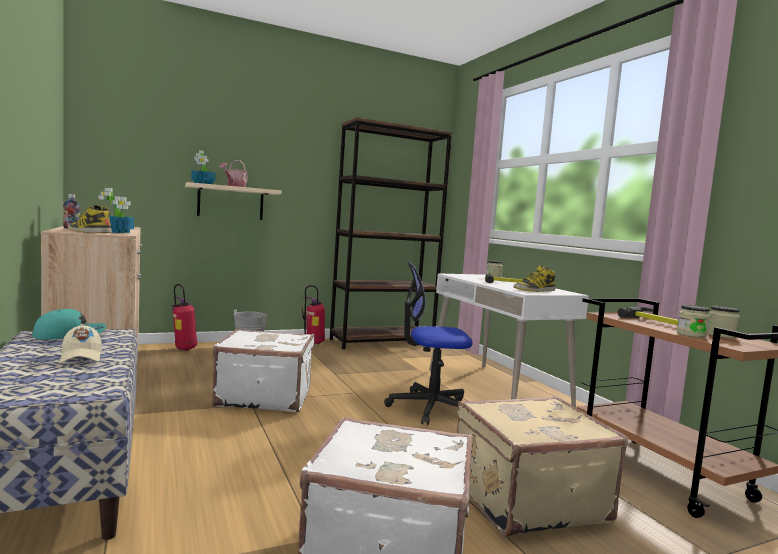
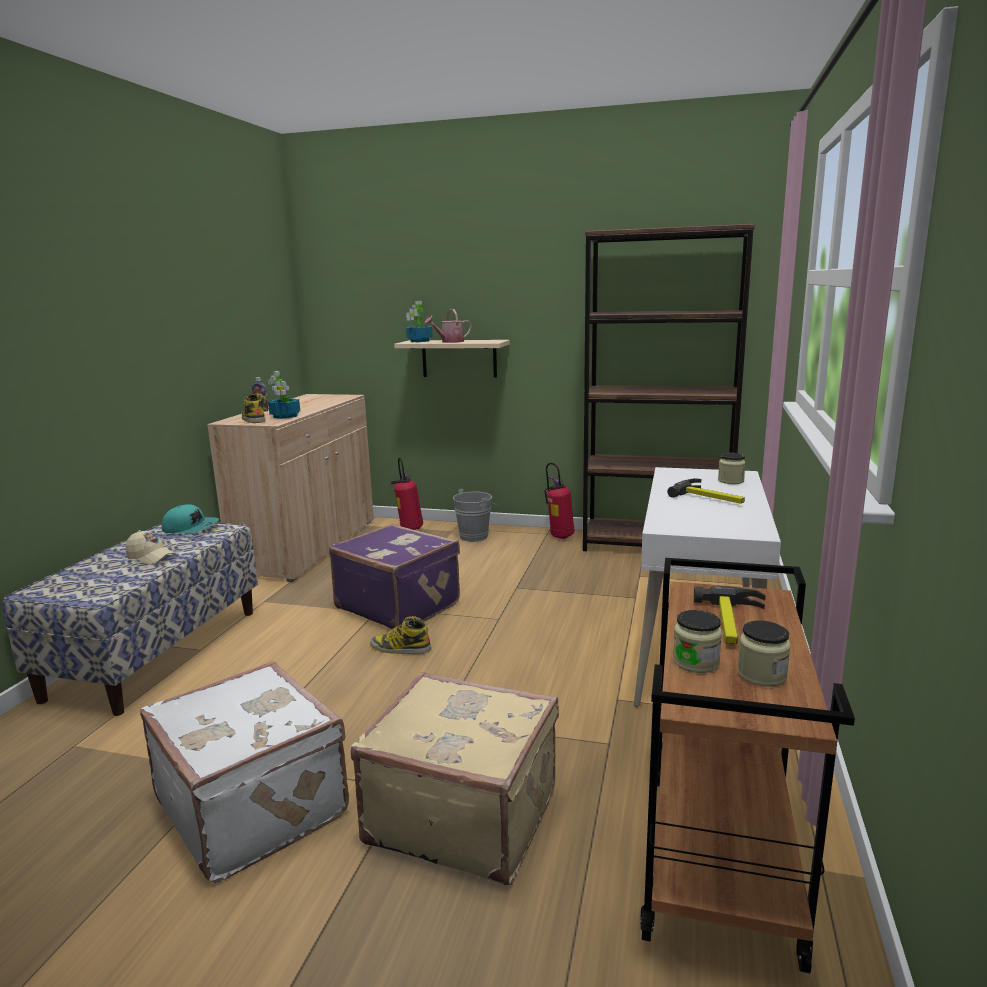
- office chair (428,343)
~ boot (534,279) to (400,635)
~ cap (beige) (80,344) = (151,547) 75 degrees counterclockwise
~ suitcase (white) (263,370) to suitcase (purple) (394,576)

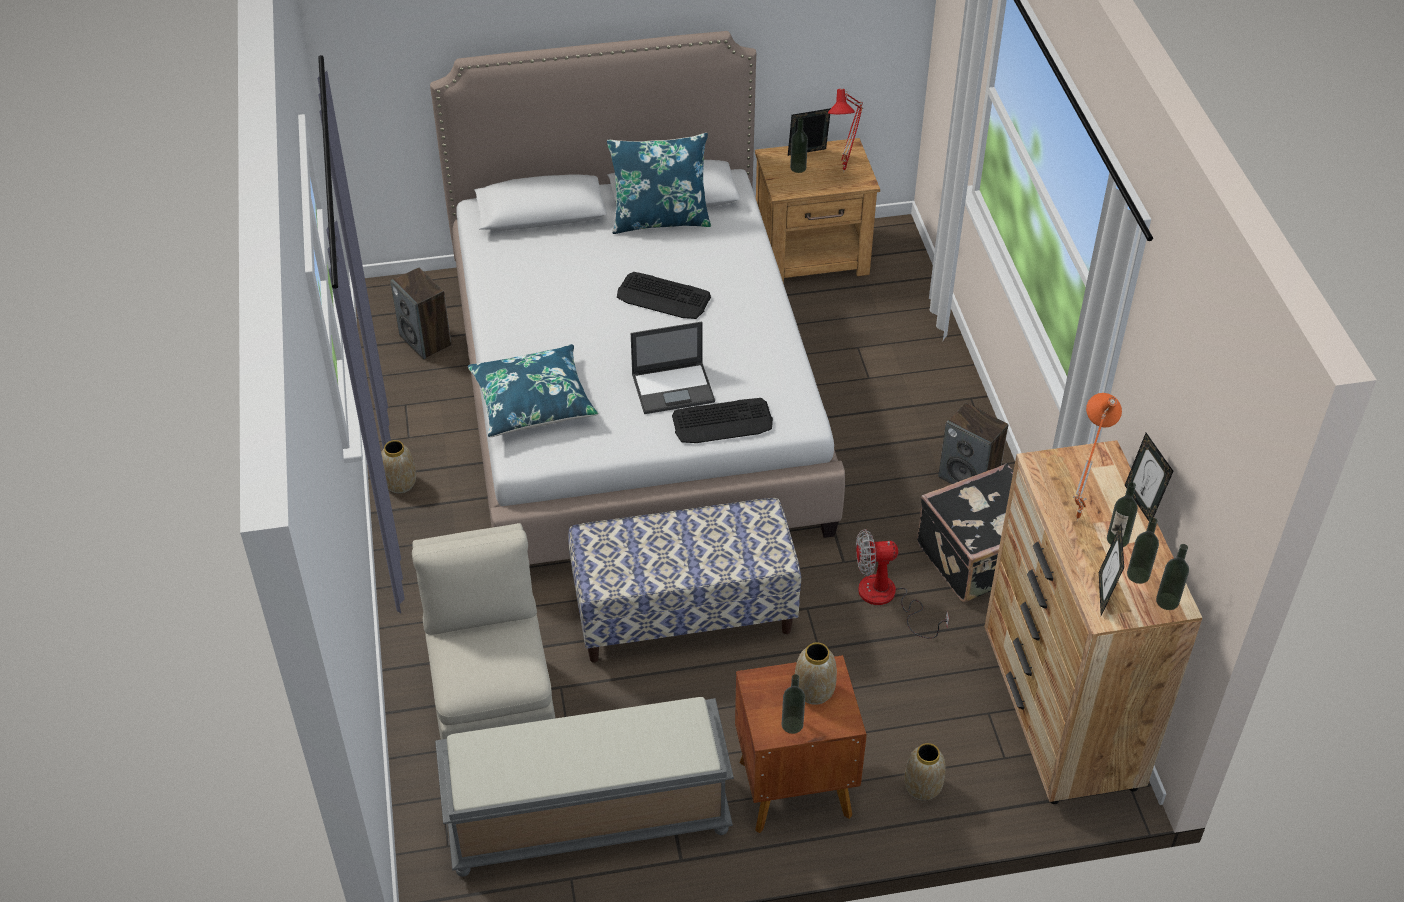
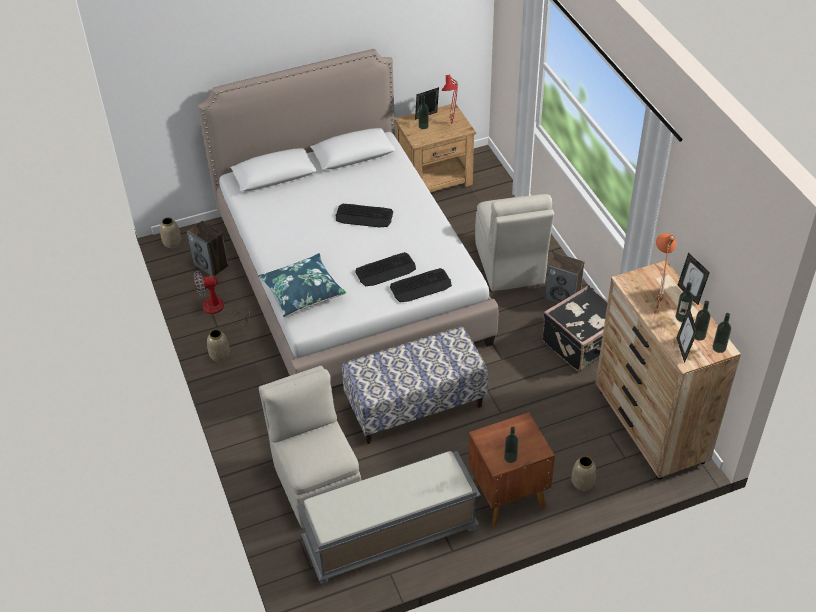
- pillow (blue) (659,183)
~ laptop (673,368) to keyboard (385,269)
~ fan (902,584) to (222,299)
~ vase (816,673) to (170,232)
+ chair (beige) (514,242)

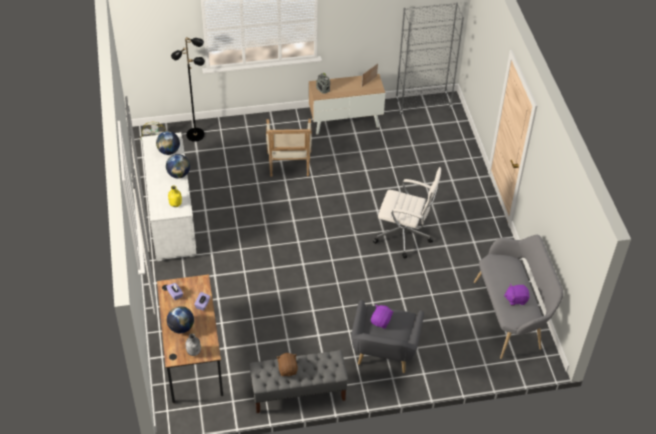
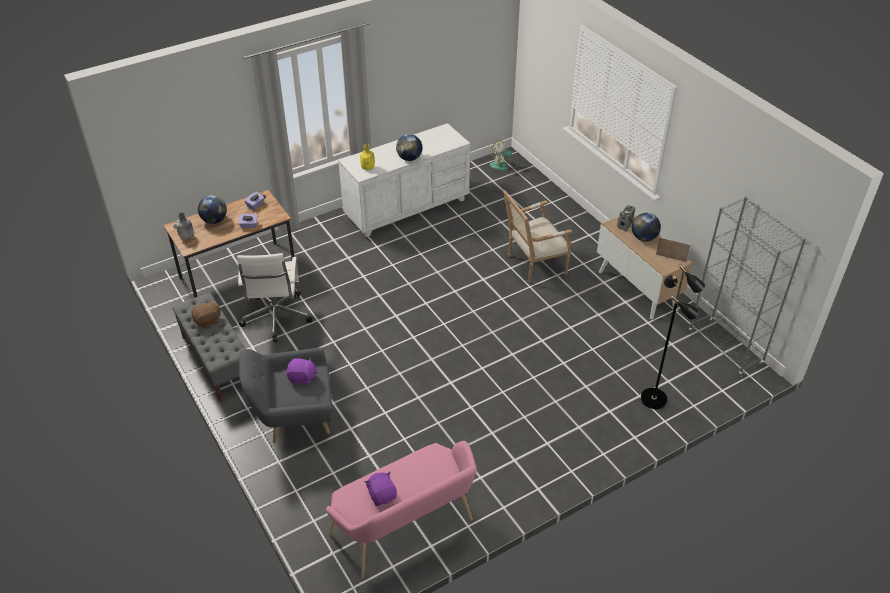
~ floor lamp (black) (188,89) to (673,336)
~ globe (168,143) to (646,227)
~ office chair (white) (407,213) to (274,297)
~ bench (grey) (518,297) to bench (pink) (401,509)

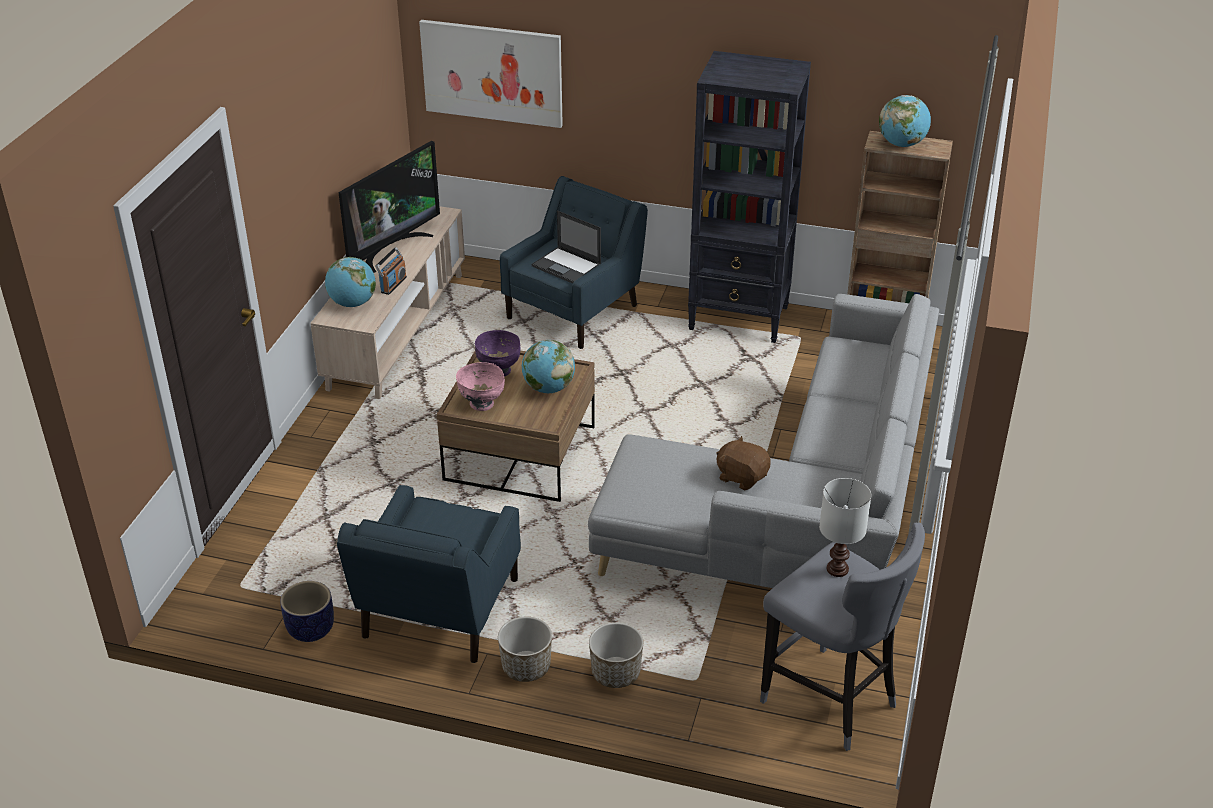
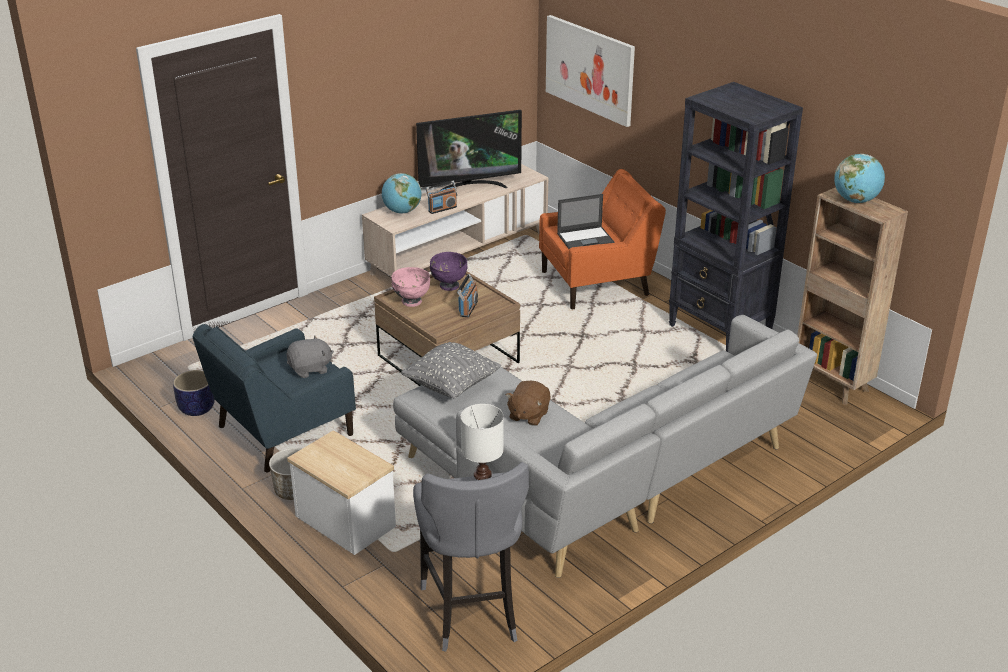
~ armchair (blue) (574,262) to armchair (orange) (602,239)
~ laptop (566,247) = (586,221) 90 degrees counterclockwise
~ globe (548,366) to radio (467,296)
~ plush toy (brown) (743,463) = (528,403) 135 degrees counterclockwise
~ planter (616,655) to side table (341,492)
+ plush toy (grey) (310,357)
+ pillow (grey) (451,370)

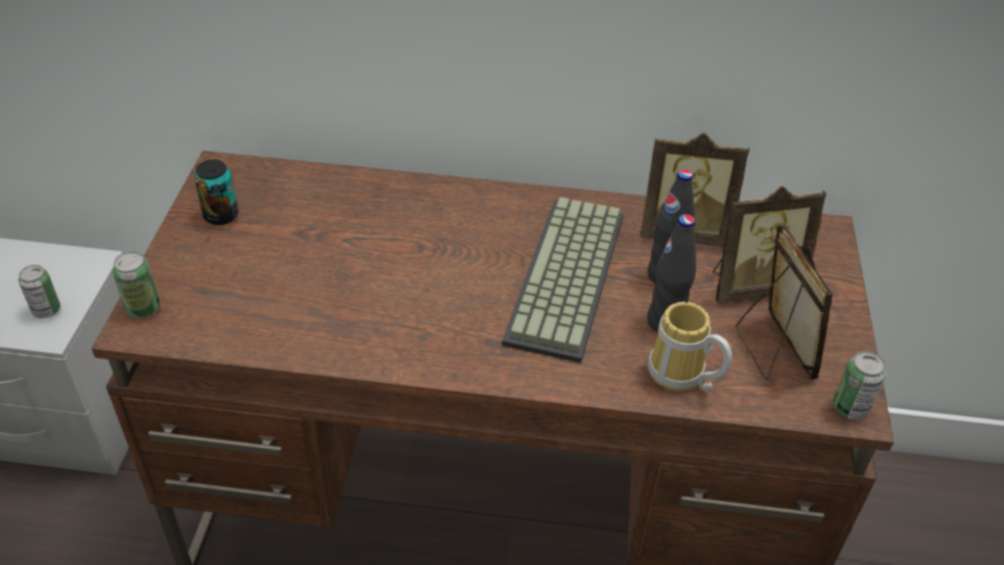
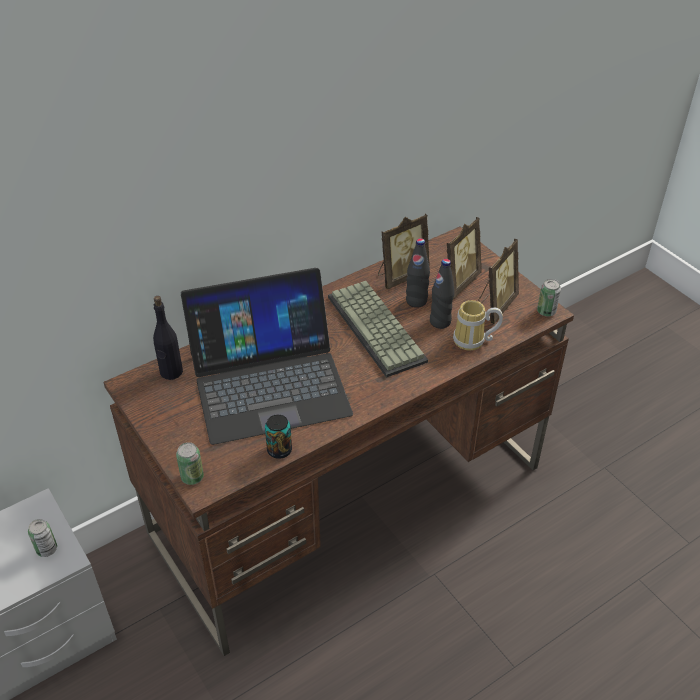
~ can (216,192) to (278,436)
~ picture frame (784,302) = (498,281) 90 degrees clockwise
+ laptop (267,356)
+ bottle (black) (168,338)

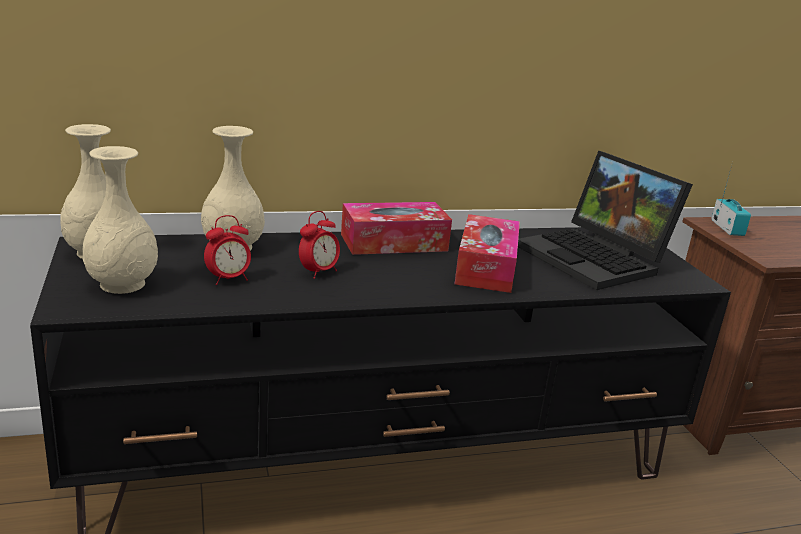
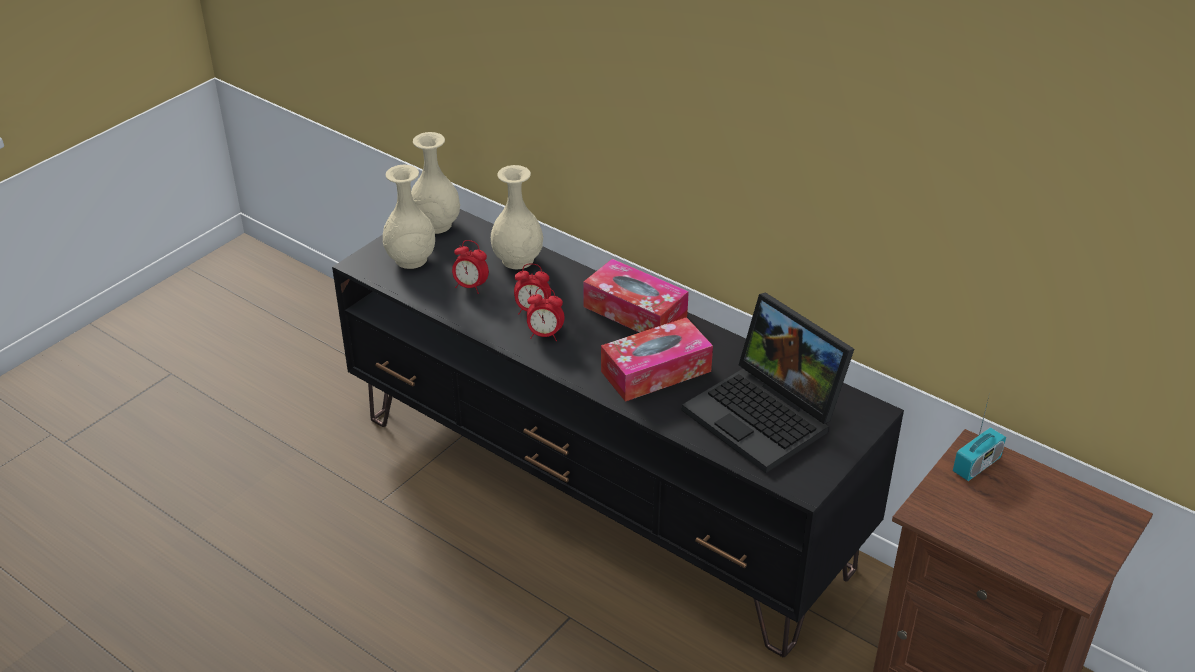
~ laptop (605,220) = (768,382) 60 degrees counterclockwise
+ alarm clock (546,314)

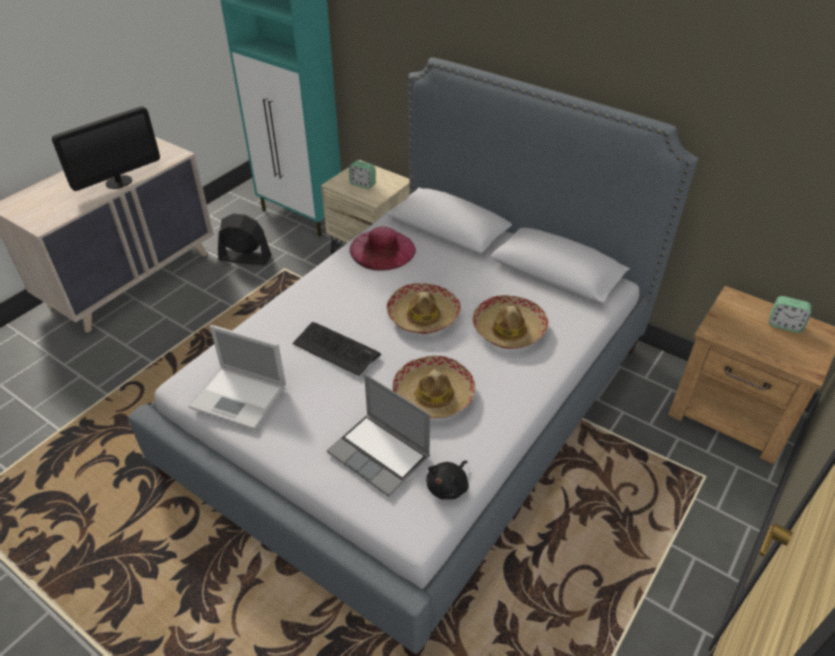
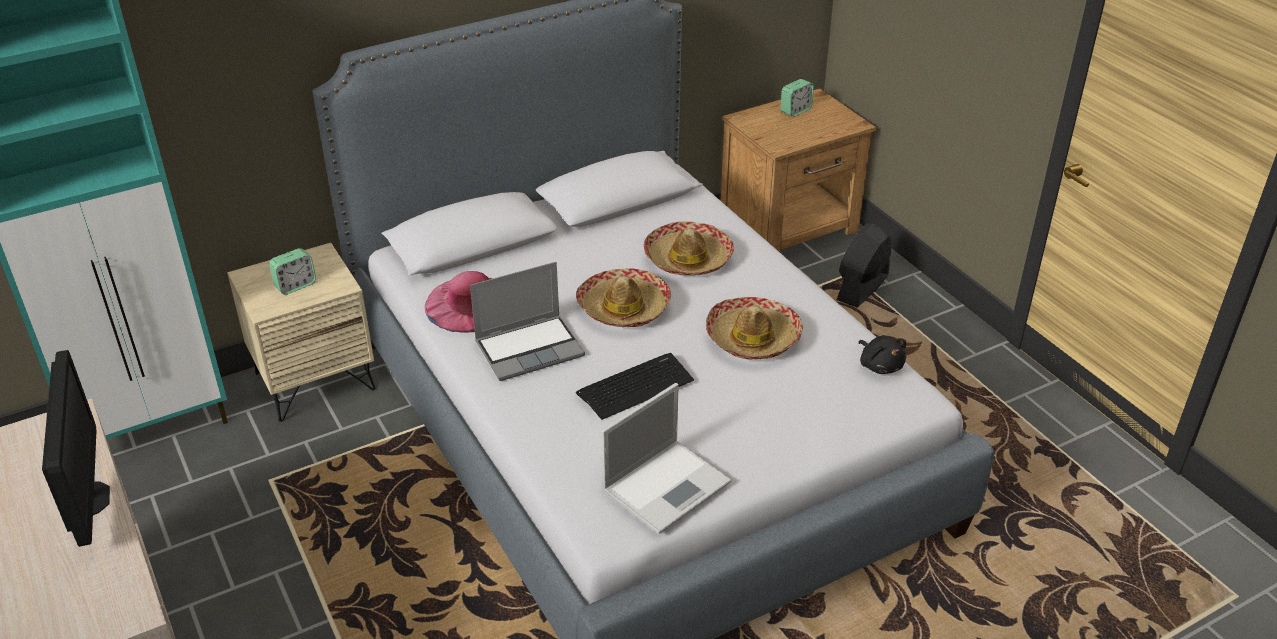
~ fan (black) (244,239) to (864,265)
~ laptop (378,435) to (527,321)

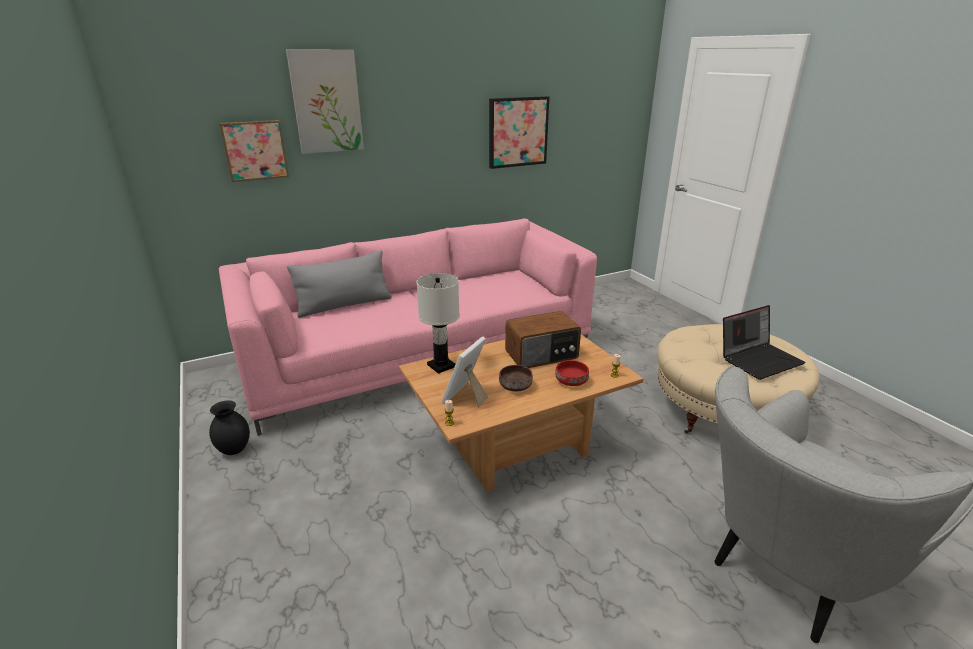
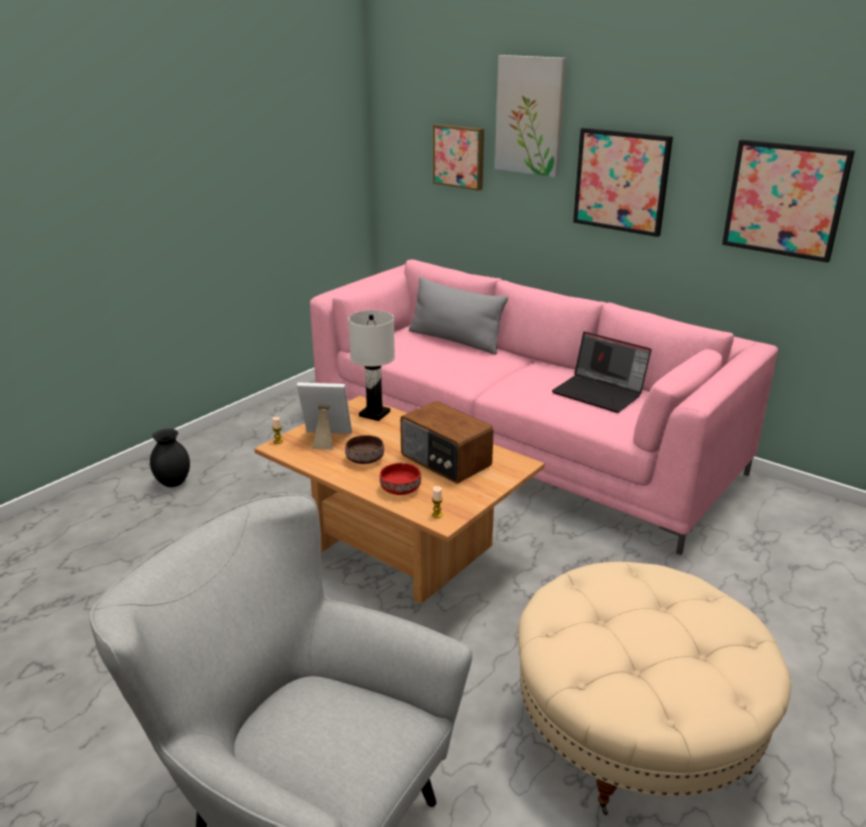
~ laptop (764,342) to (602,372)
~ vase (black) (229,427) to (170,458)
+ picture (623,182)

